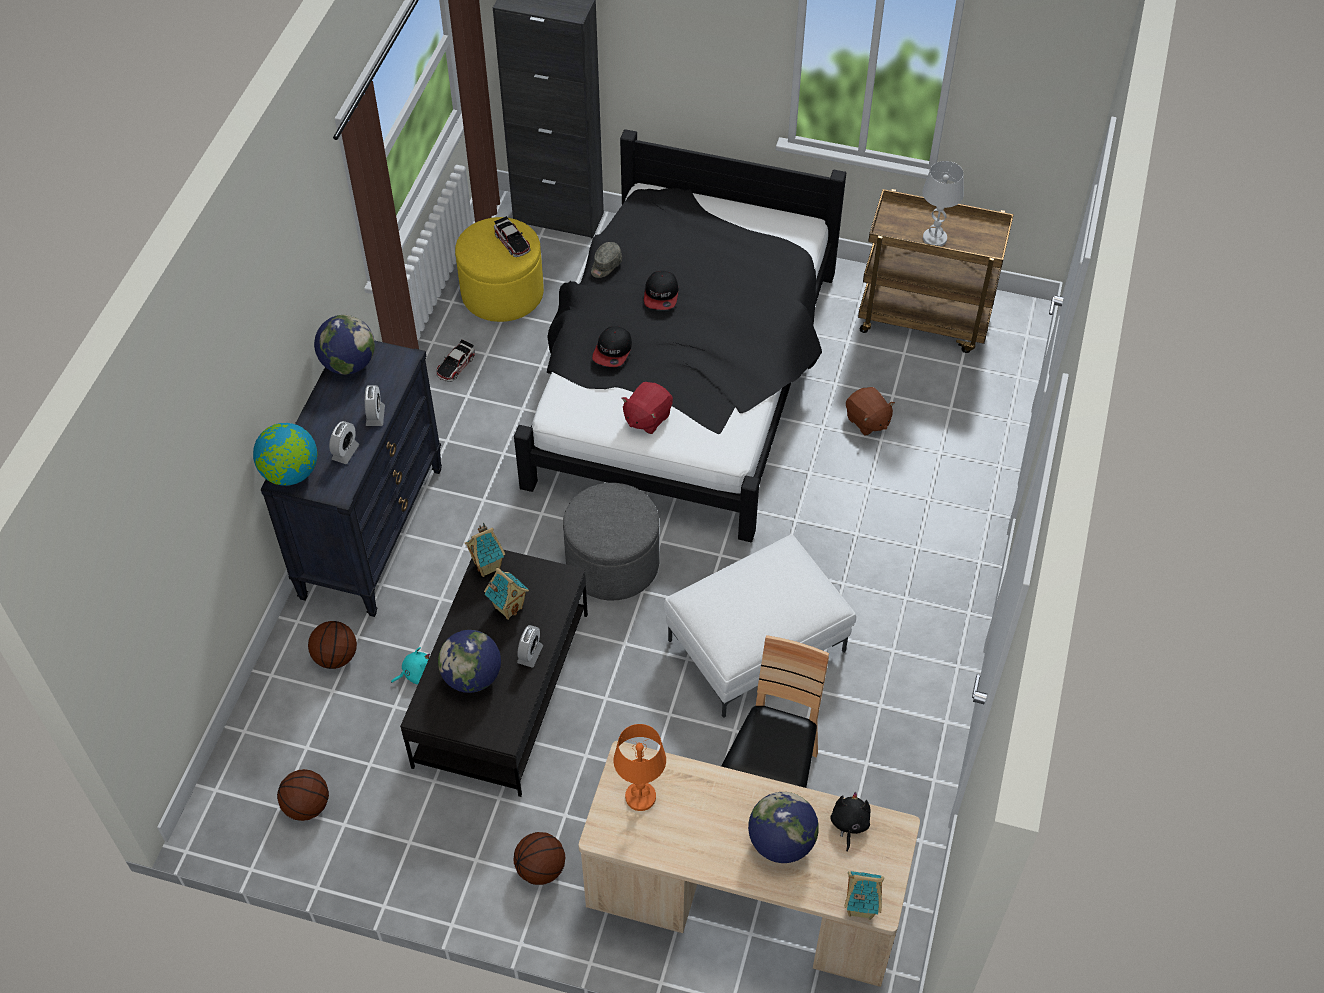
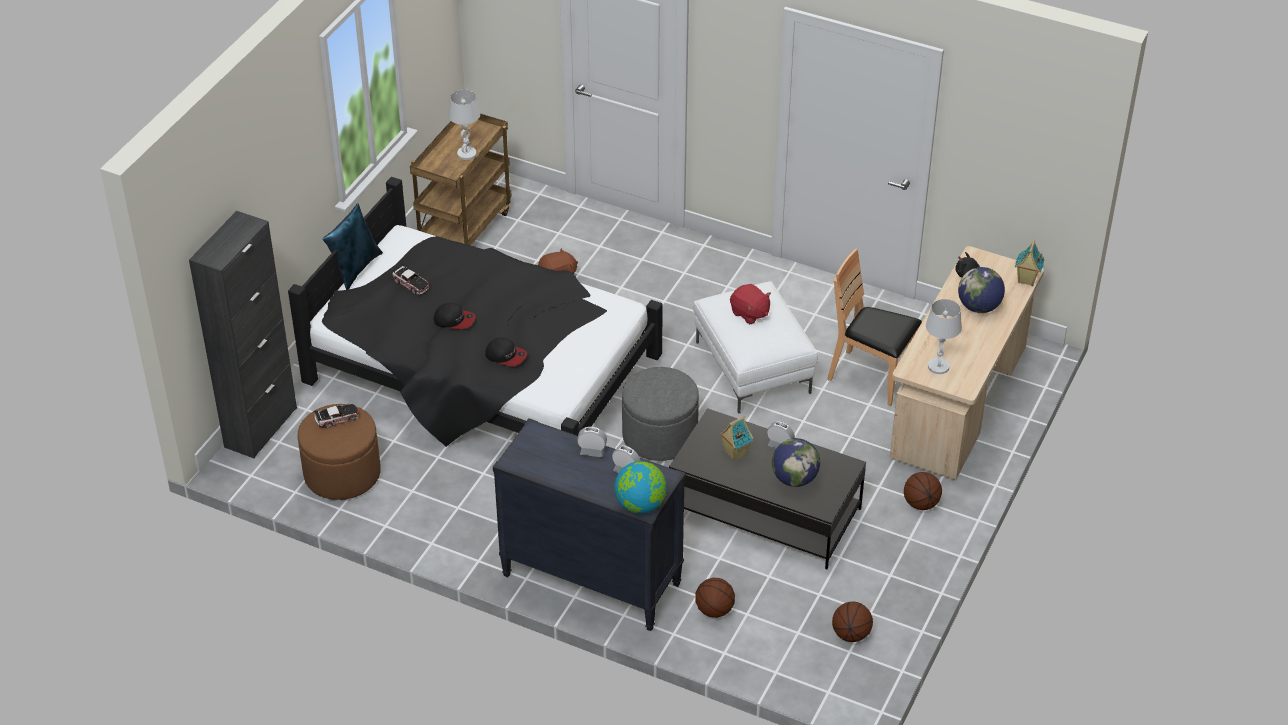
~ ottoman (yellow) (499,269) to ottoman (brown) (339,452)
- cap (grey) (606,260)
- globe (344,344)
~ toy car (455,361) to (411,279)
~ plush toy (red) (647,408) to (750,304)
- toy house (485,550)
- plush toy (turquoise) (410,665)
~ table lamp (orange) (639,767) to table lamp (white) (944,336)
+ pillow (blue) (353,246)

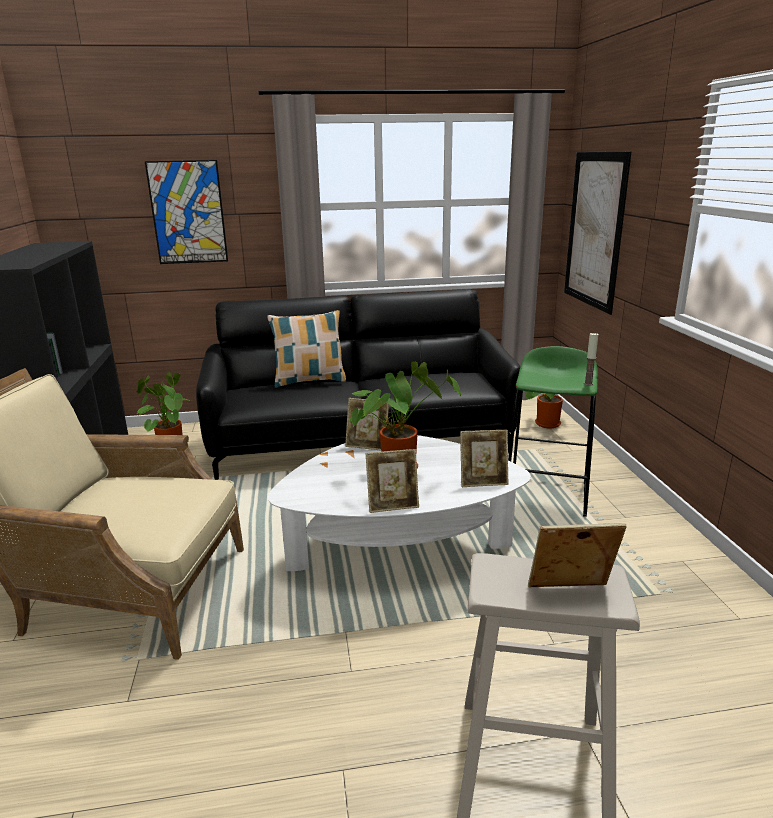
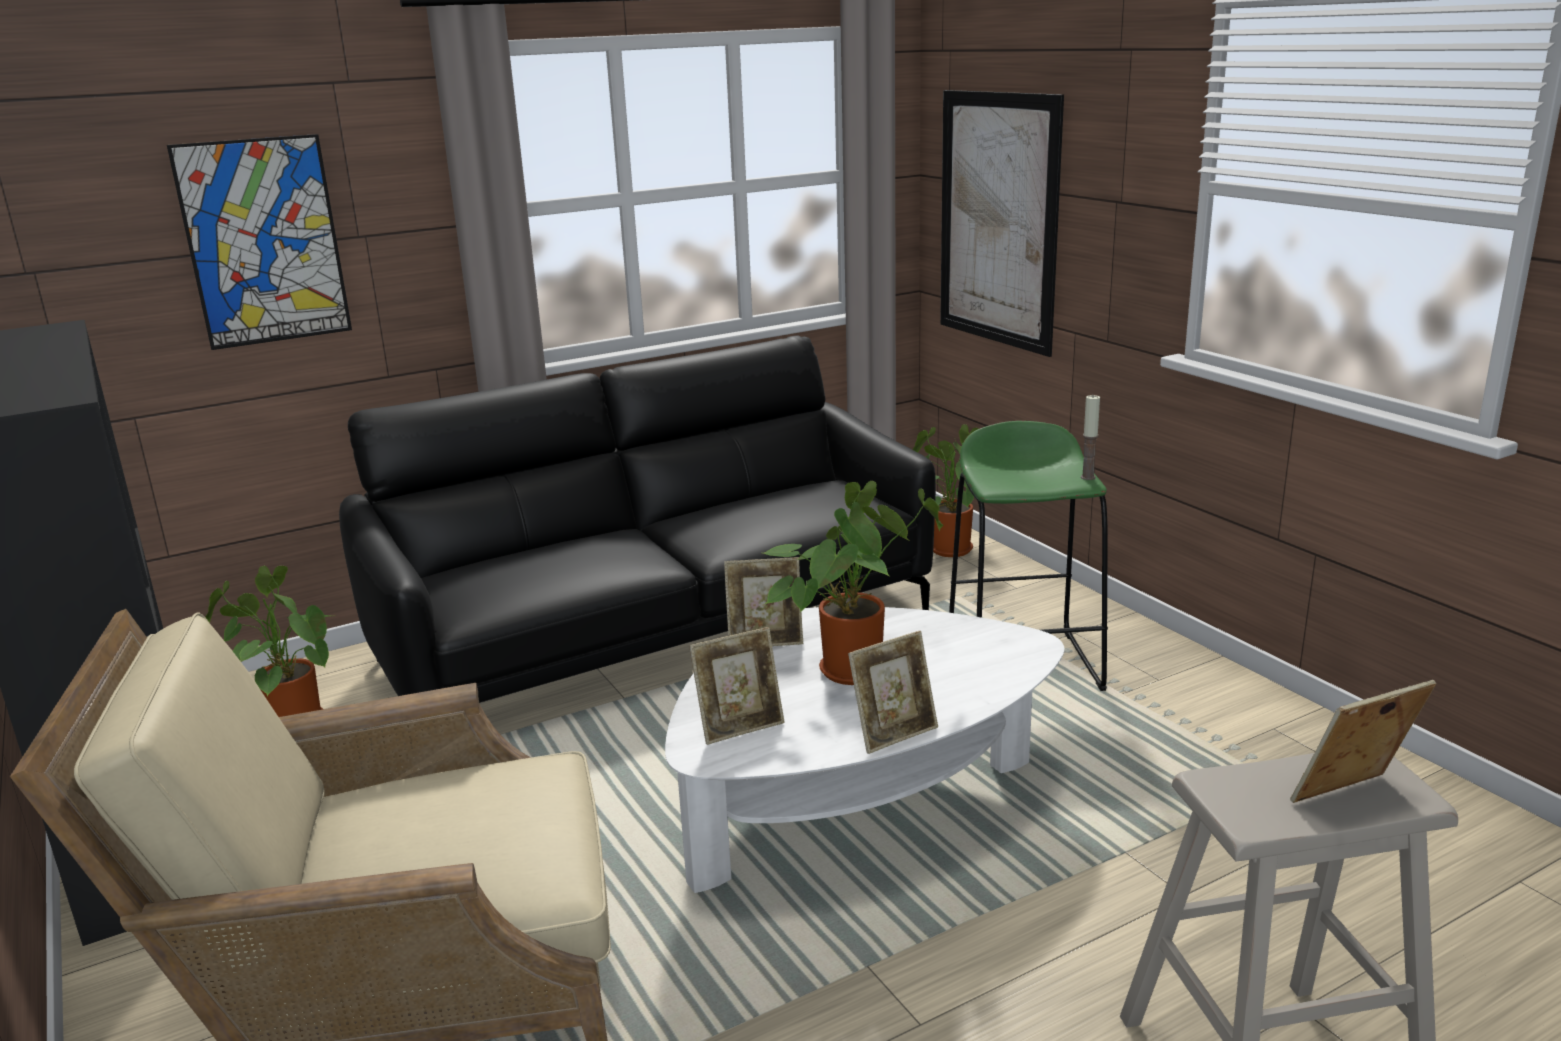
- pillow (306,349)
~ picture frame (484,458) to (737,686)

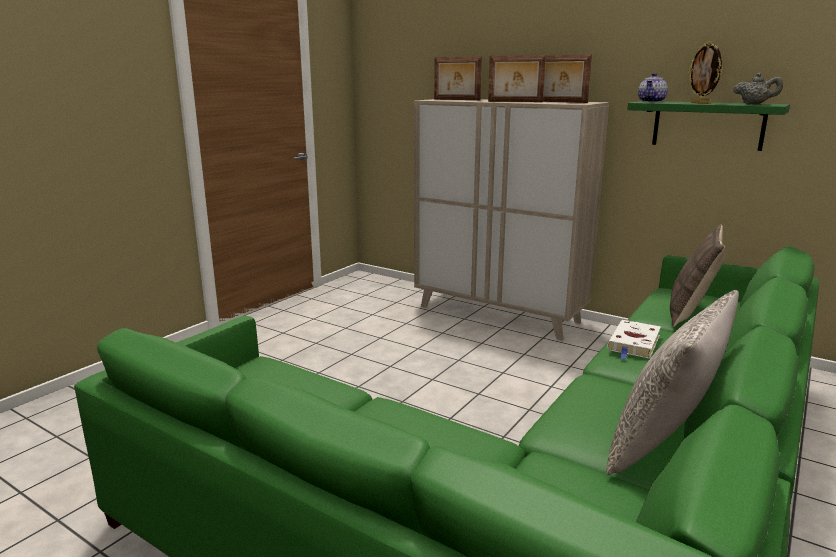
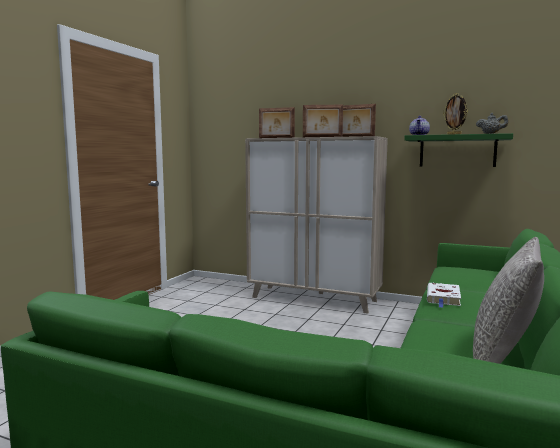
- pillow (697,275)

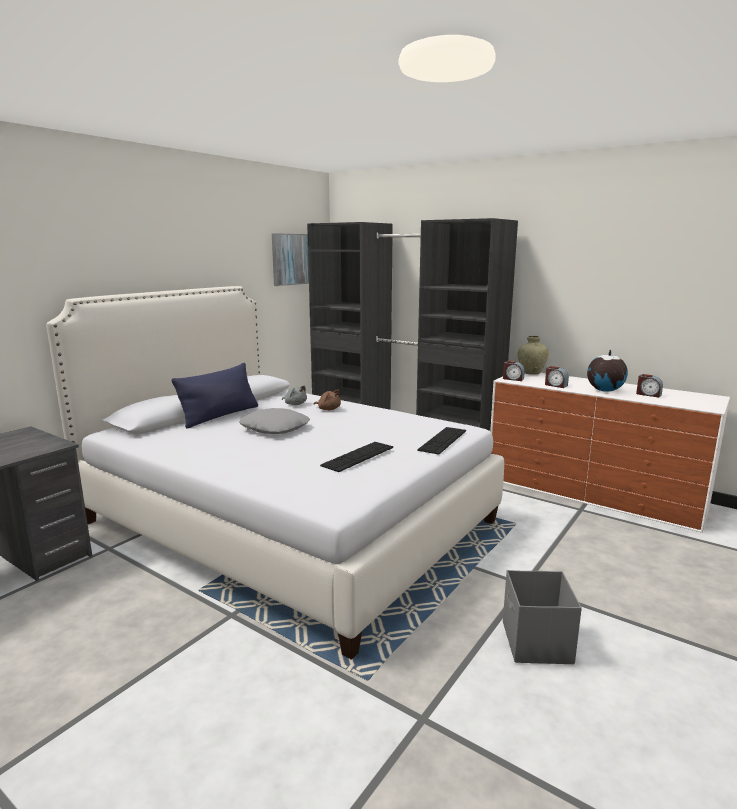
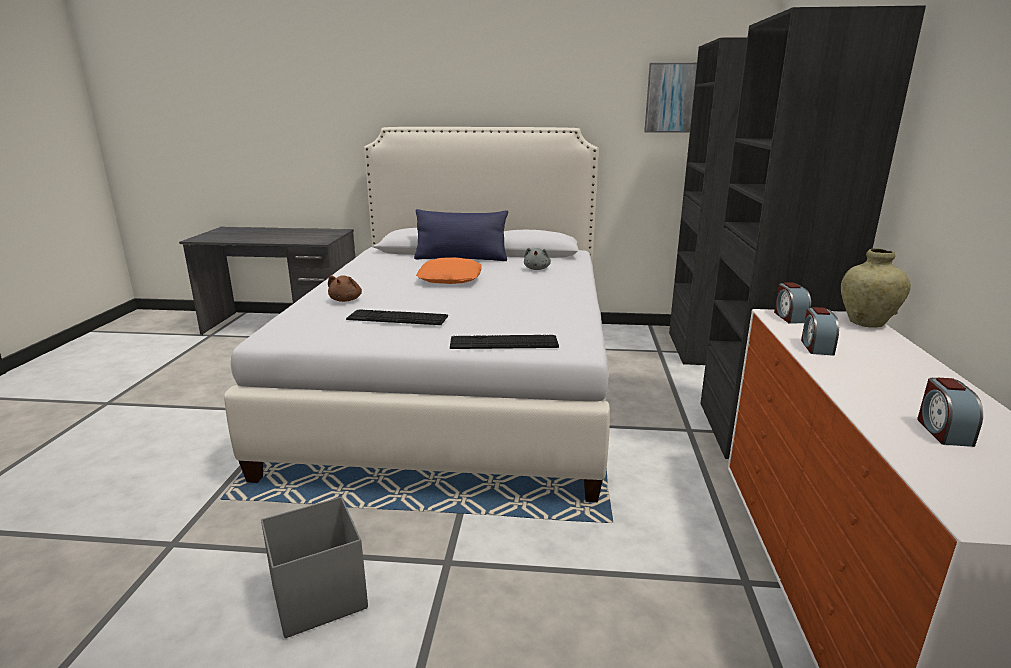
- globe (607,371)
~ plush toy (brown) (327,400) to (345,288)
~ pillow (grey) (274,421) to pillow (orange) (449,270)

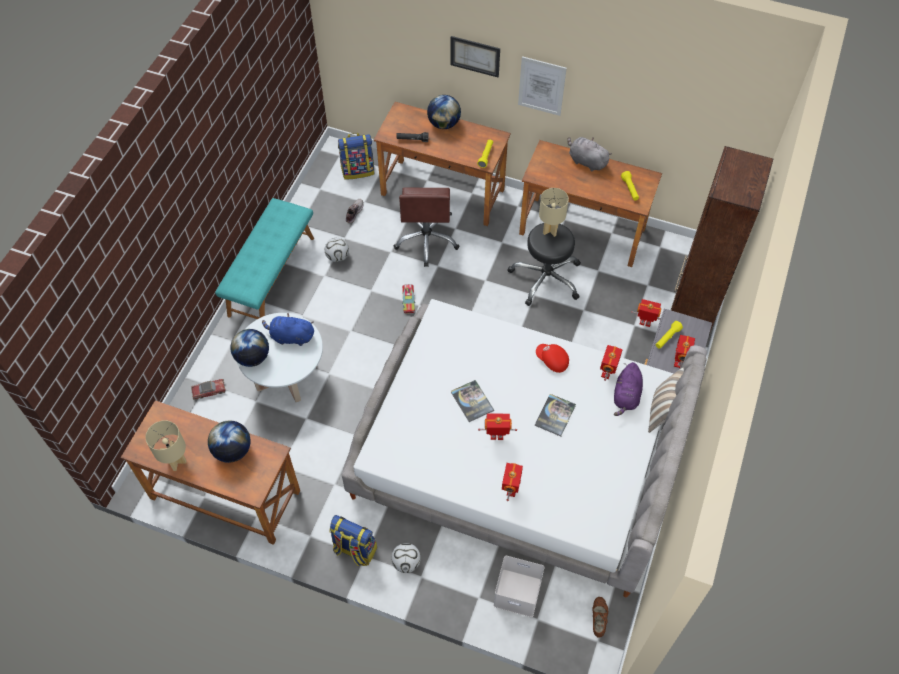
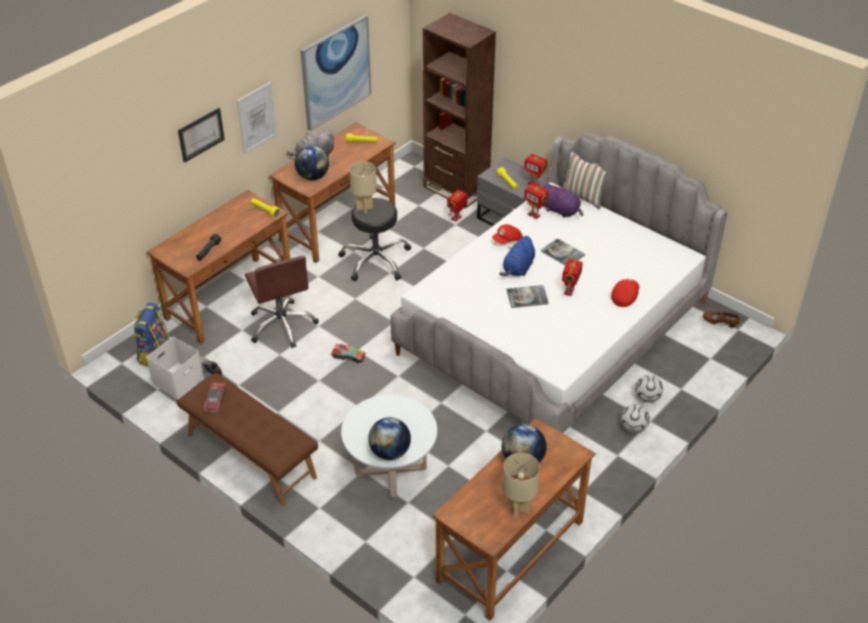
~ globe (444,112) to (312,163)
~ office chair (brown) (426,227) = (282,302) 45 degrees clockwise
~ bench (turquoise) (264,258) to bench (brown) (247,439)
~ football (337,250) to (649,389)
~ plush toy (blue) (288,329) to (517,256)
~ toy car (208,389) to (215,397)
~ toy robot (512,482) to cap (red) (625,293)
- backpack (353,540)
~ storage box (white) (518,586) to (175,368)
+ picture (335,73)

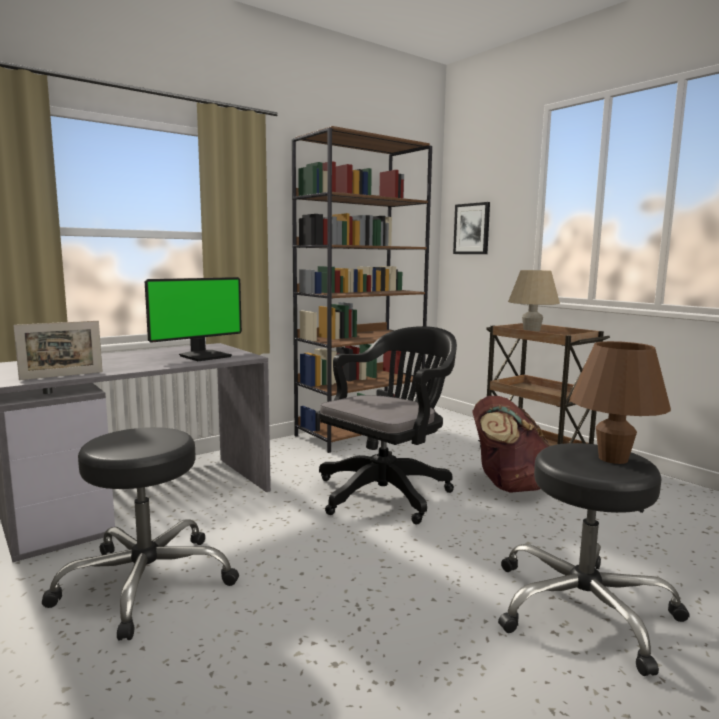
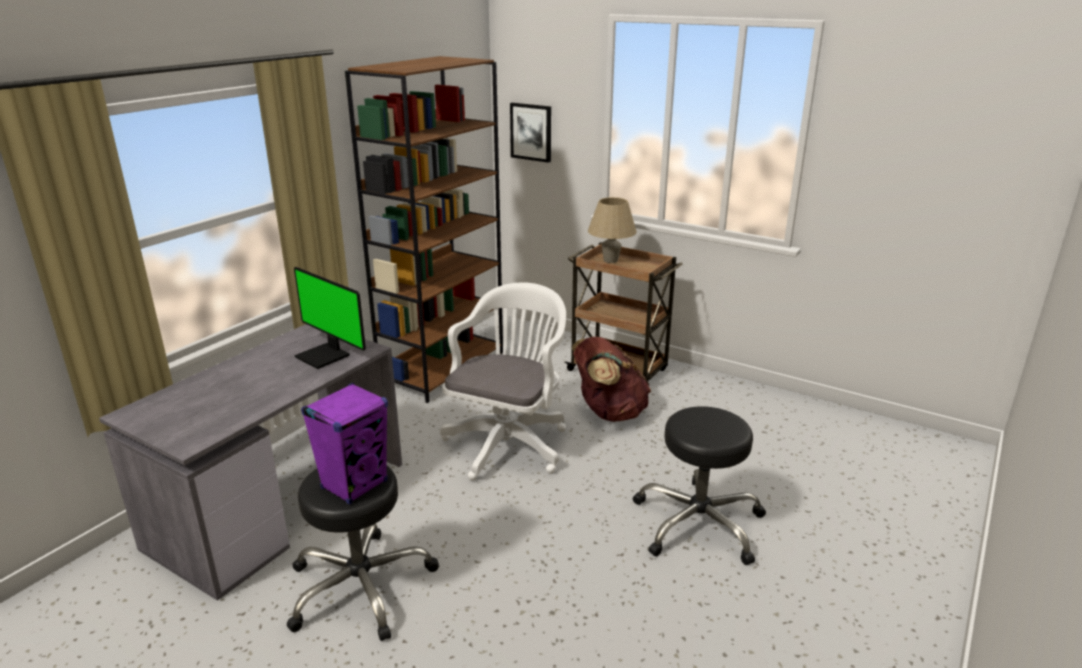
~ monitor (193,319) = (330,318) 105 degrees clockwise
- picture frame (58,350)
~ office chair (black) (387,425) to office chair (white) (503,381)
- table lamp (brown) (620,402)
+ speaker (purple) (344,444)

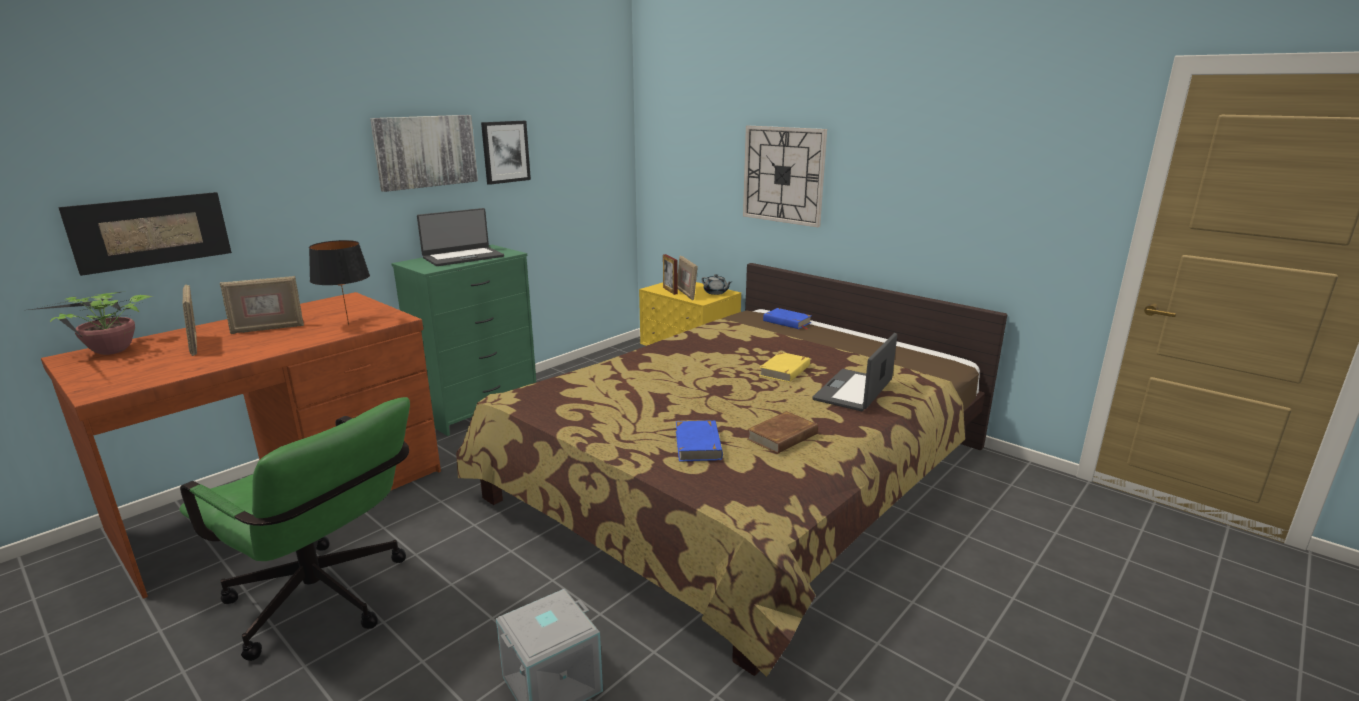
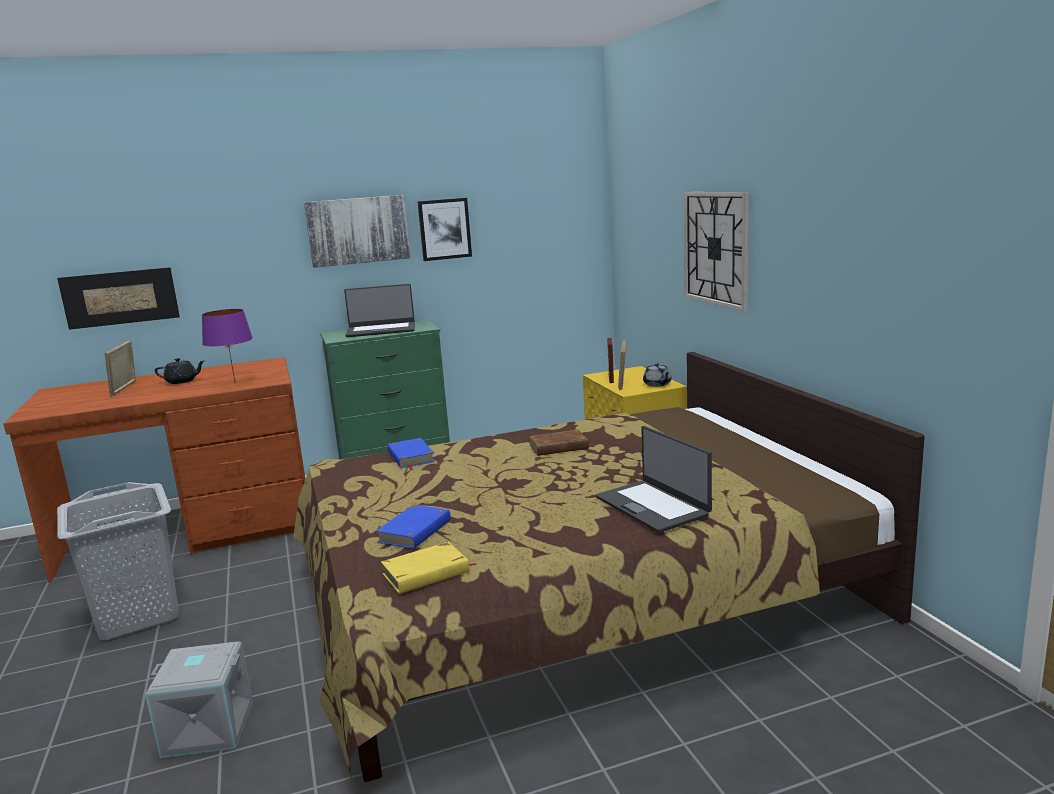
~ table lamp (black) (339,282) to table lamp (purple) (227,345)
~ picture frame (262,305) to teapot (black) (180,371)
- potted plant (91,323)
~ book (blue) (787,318) to (411,454)
~ laptop (854,372) = (654,479) 90 degrees counterclockwise
~ book (yellow) (784,367) to (429,568)
~ office chair (green) (294,529) to laundry basket (grey) (118,561)
~ book (brown) (782,432) to (562,442)

